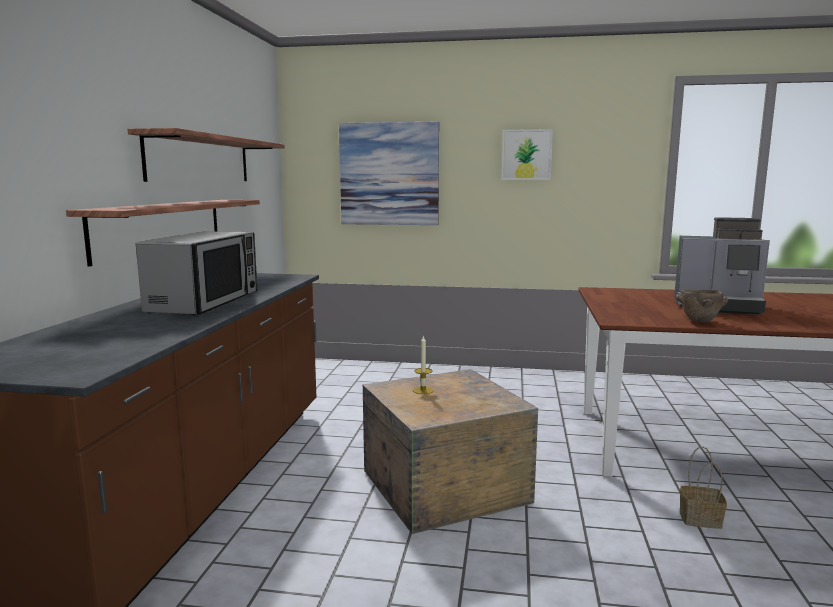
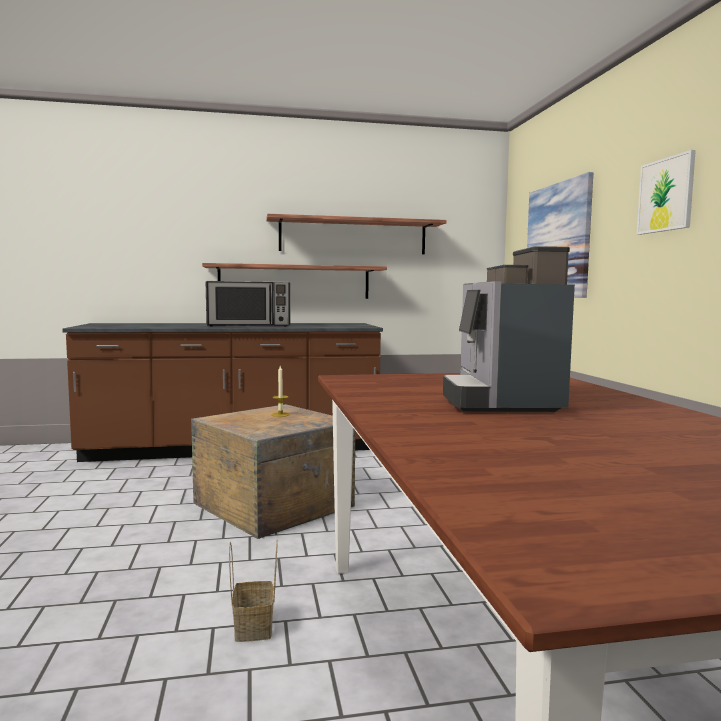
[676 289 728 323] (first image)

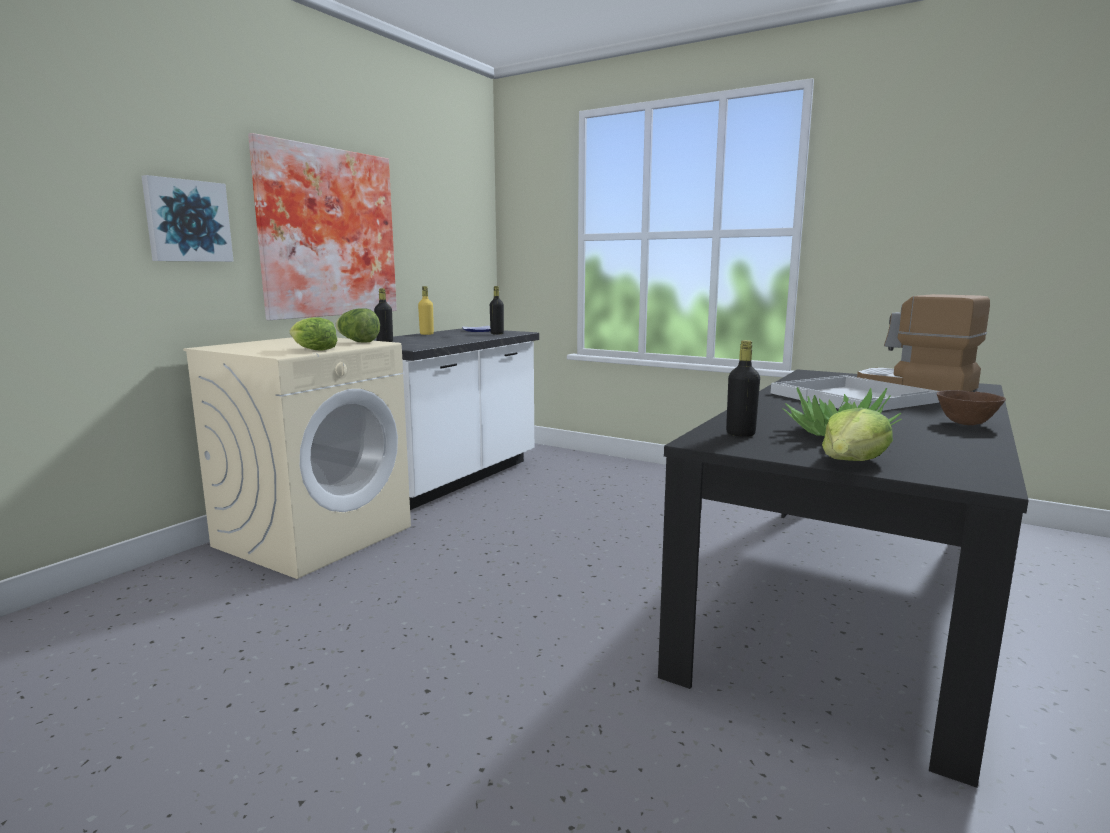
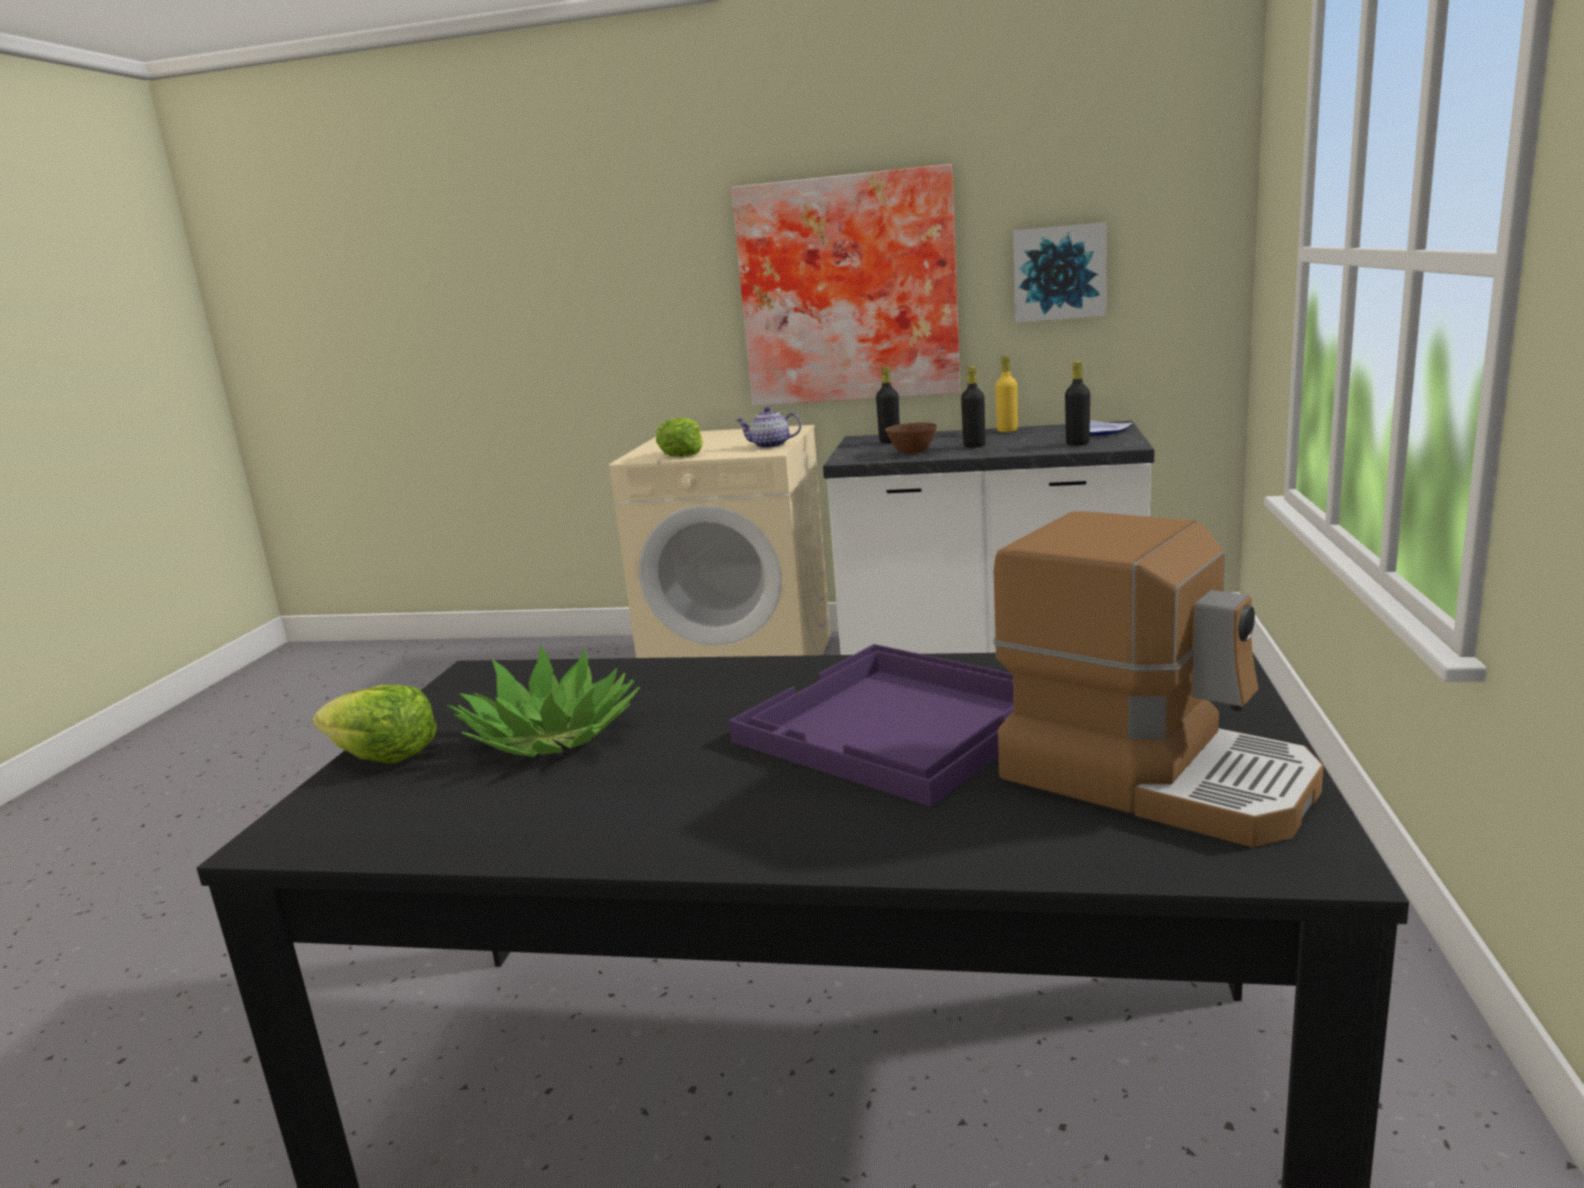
[1013 222 1107 323]
[994 511 1324 847]
[736 407 801 448]
[961 366 985 448]
[729 644 1014 807]
[885 422 937 454]

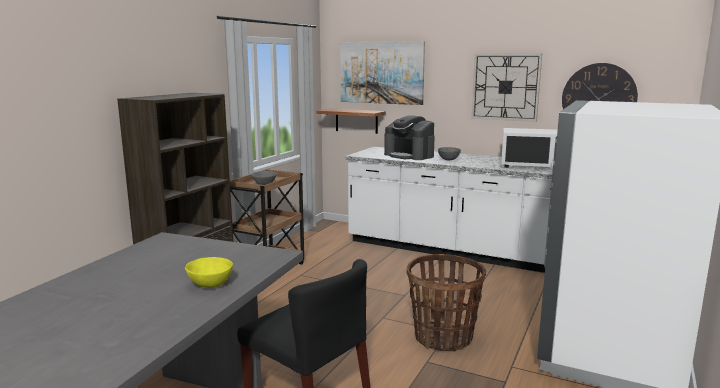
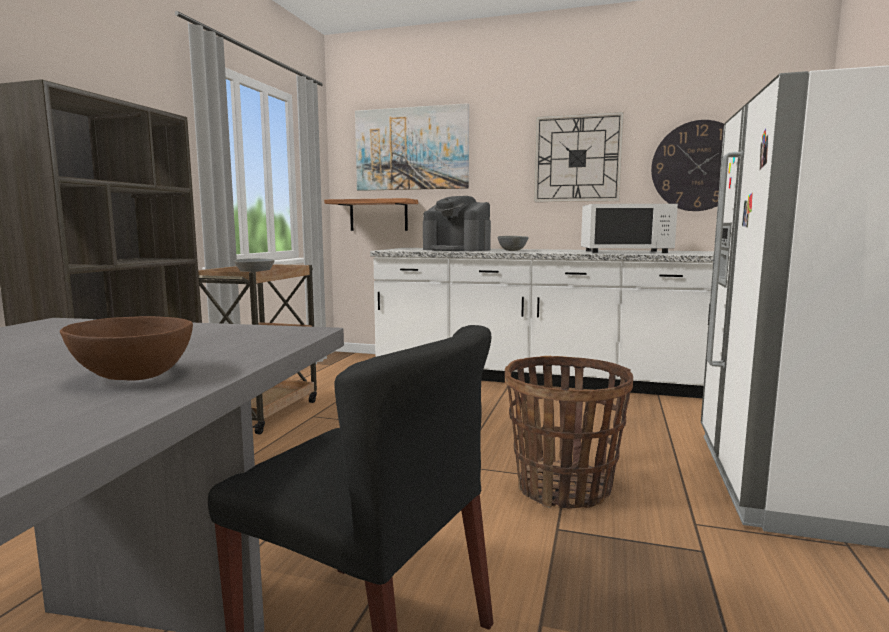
[60 316 193 380]

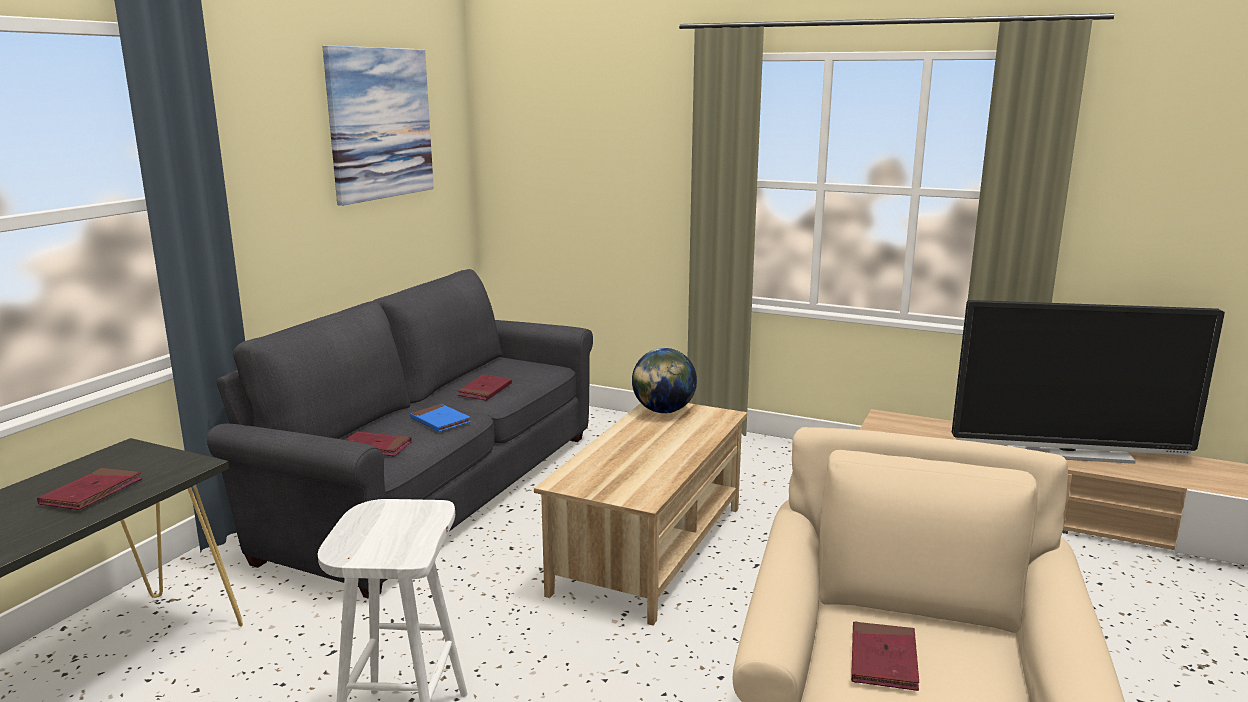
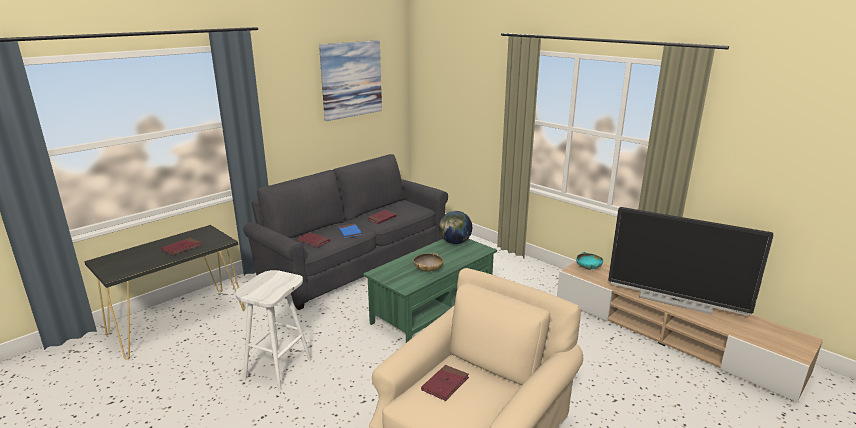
[363 239 497 343]
[576 252 603 270]
[413 253 443 272]

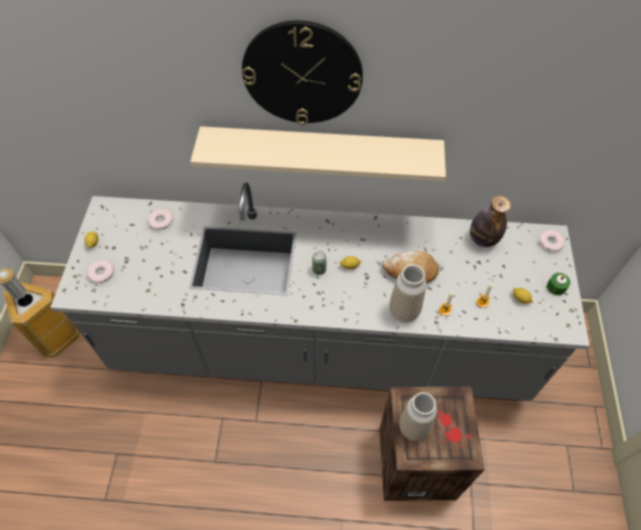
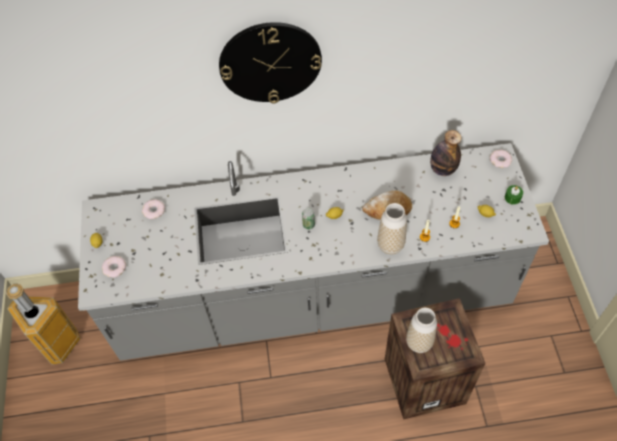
[190 126 446 181] (first image)

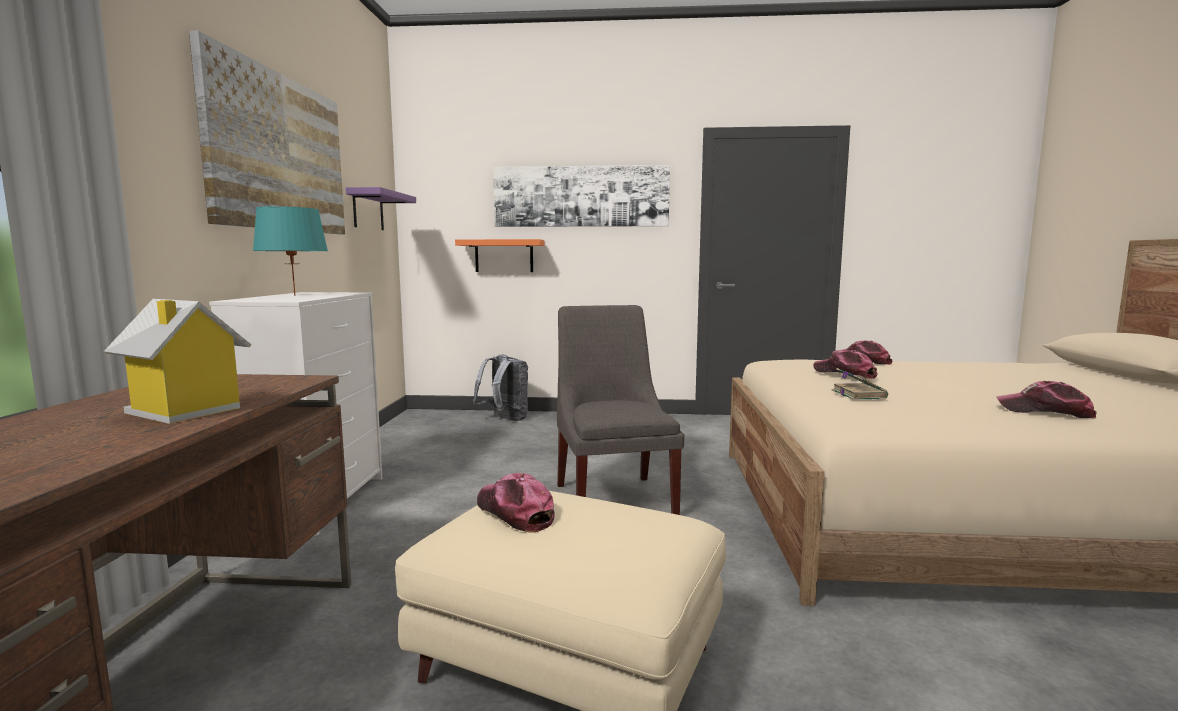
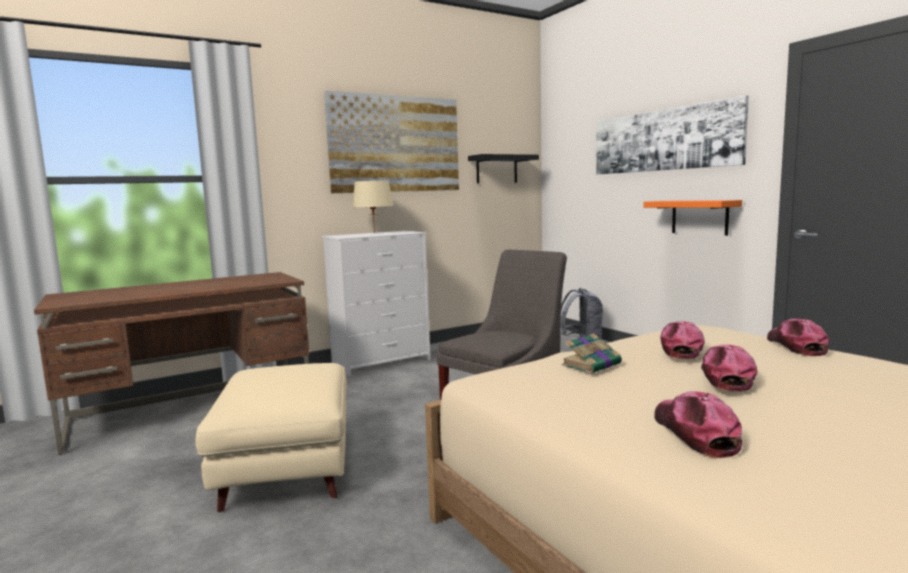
[468 154 539 183]
[353 181 394 234]
[643 200 742 236]
[104 299 251 424] (first image)
[701 344 757 391]

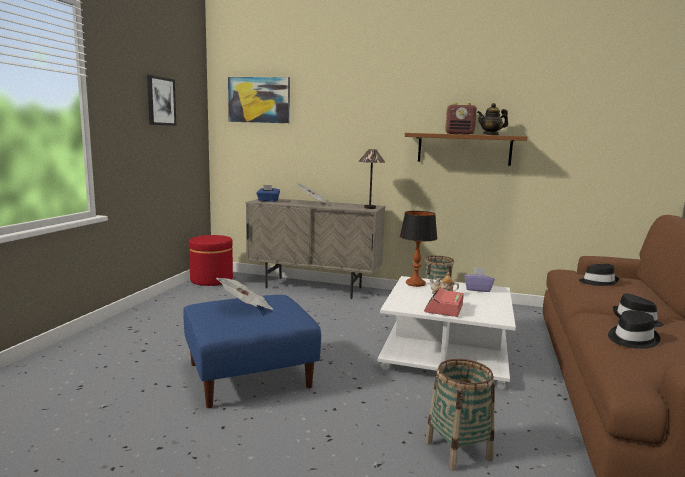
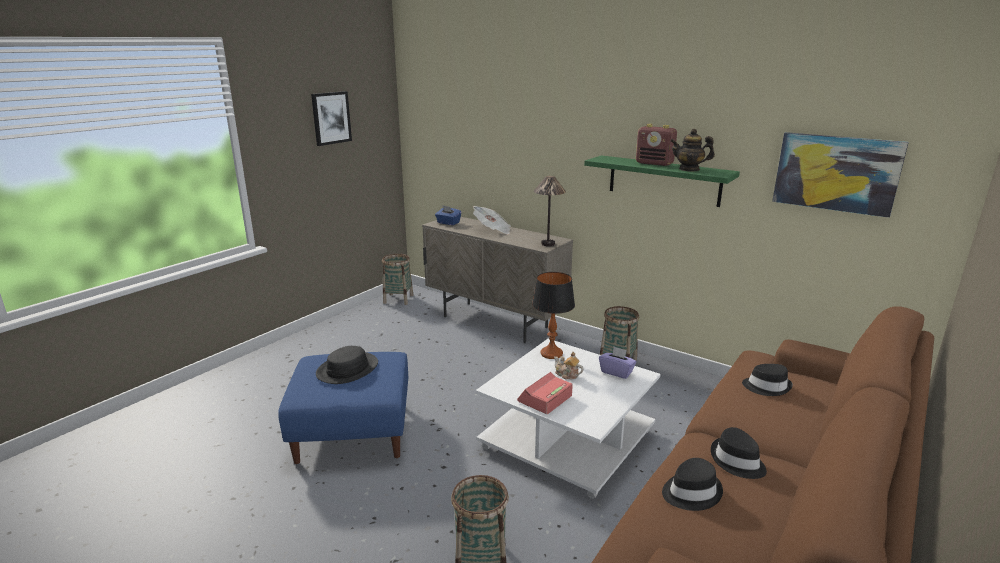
[772 132 909 218]
[584 155 740 207]
[382 254 414 305]
[316 346 378 384]

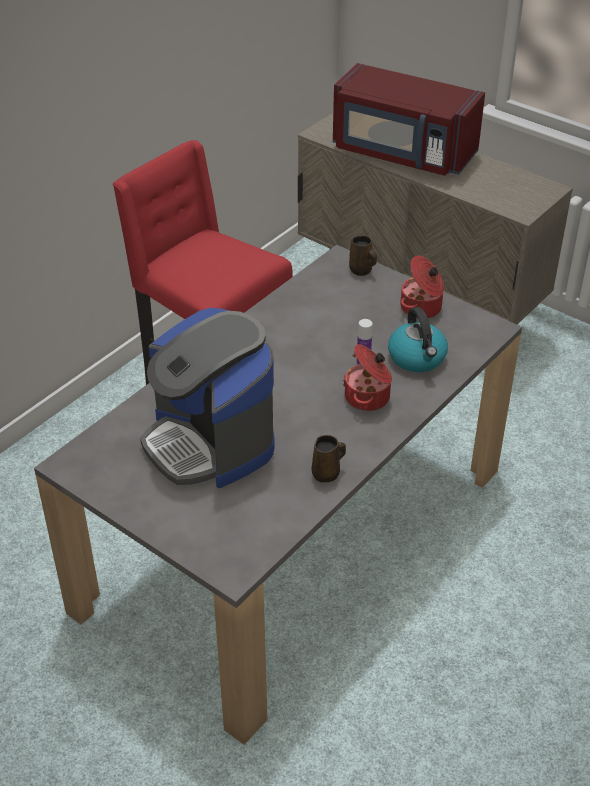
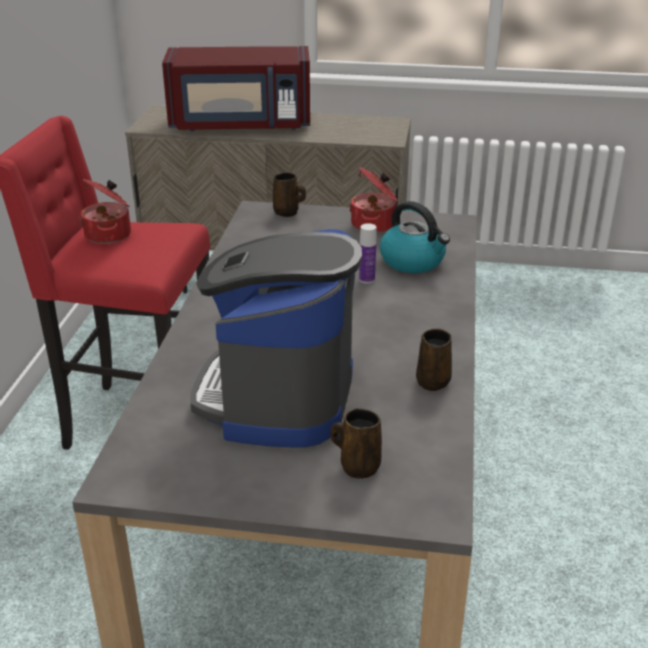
[190 229 362 448]
[79 179 131 244]
[331 408 382 478]

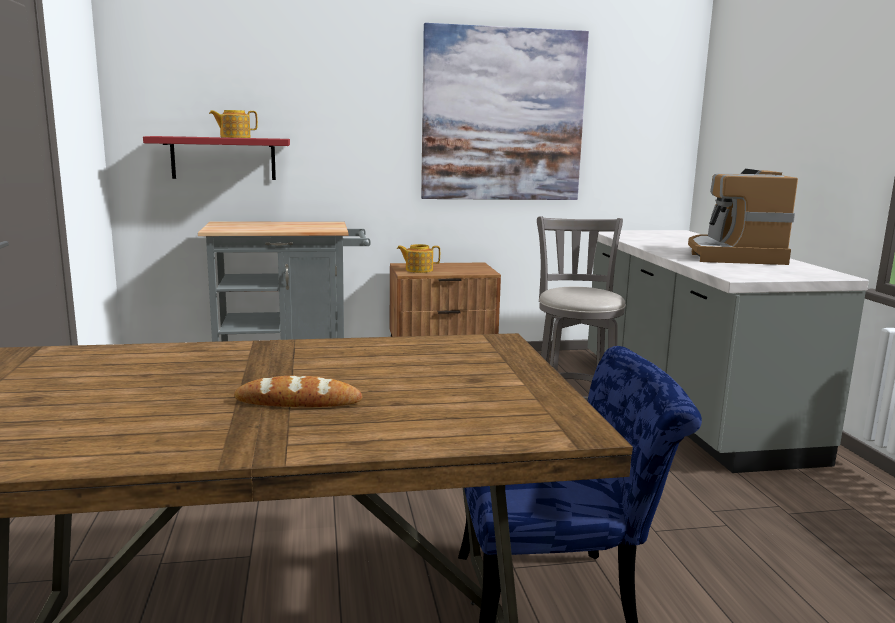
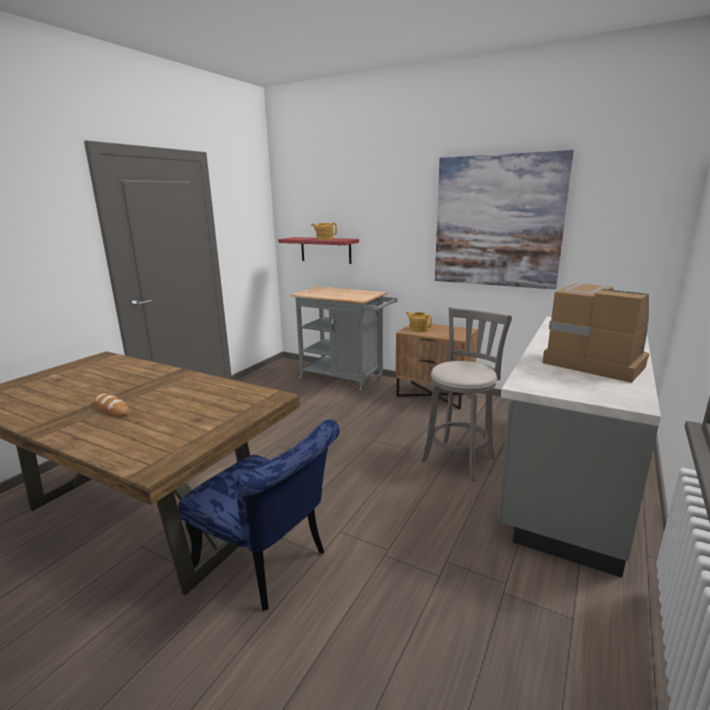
[542 283 649 383]

